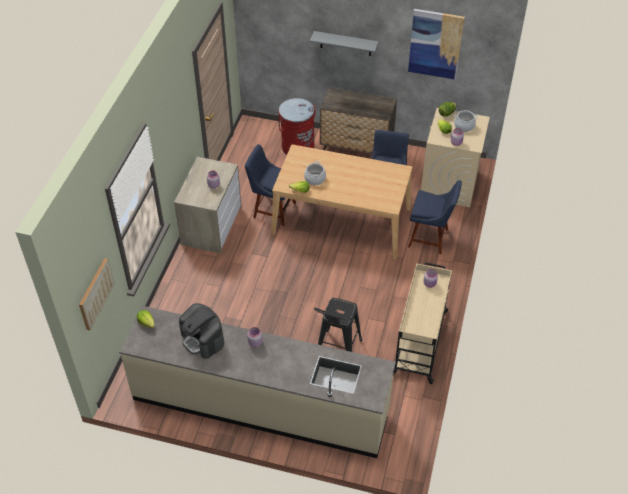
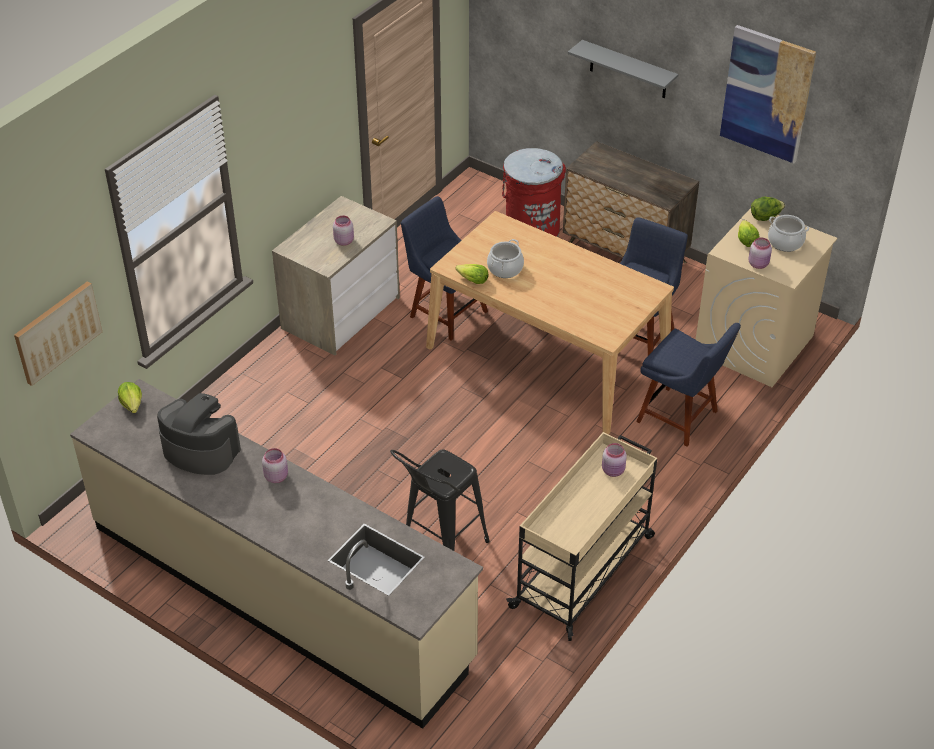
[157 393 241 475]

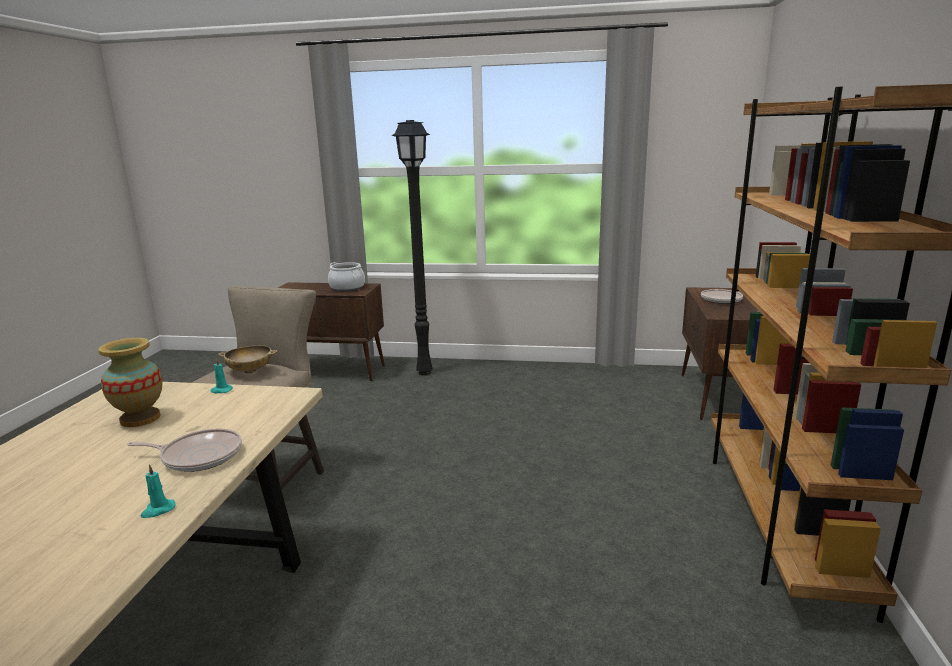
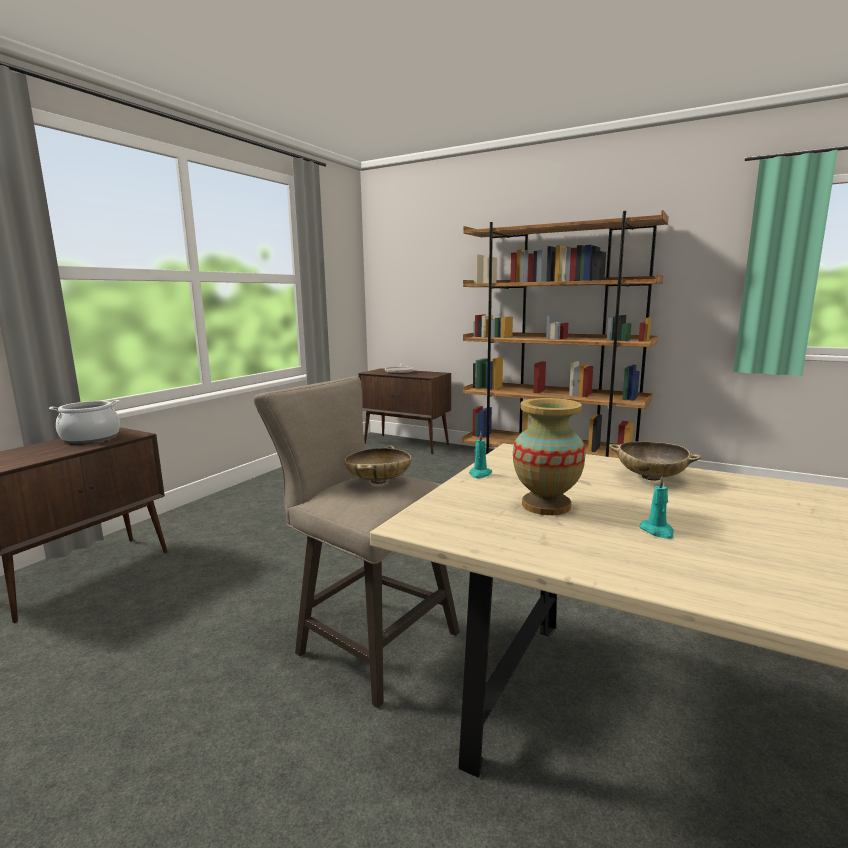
[392 120 433 375] (first image)
[609 441 702 481]
[639 476 674 539]

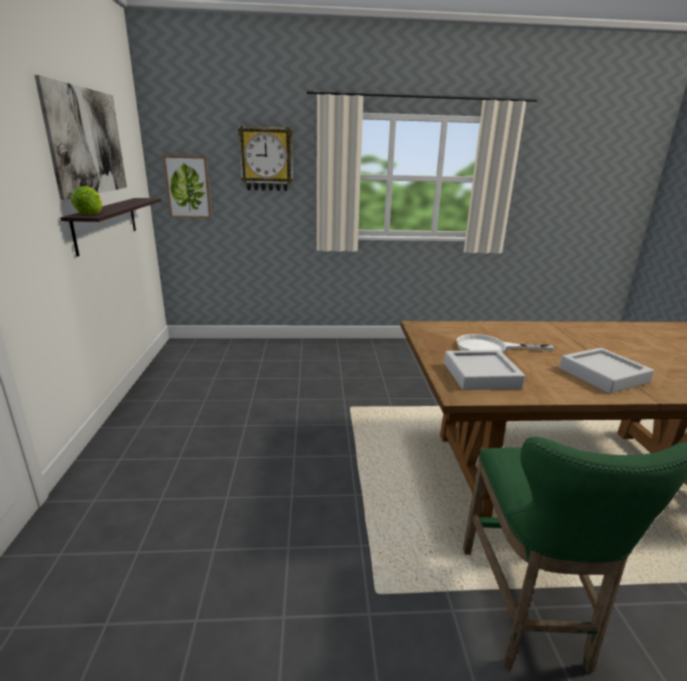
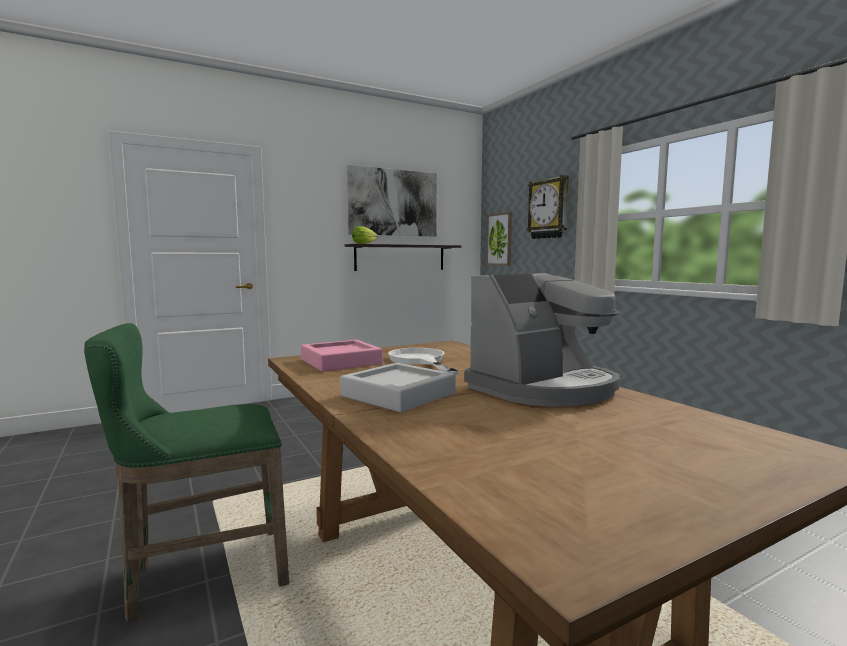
[301 340 383 372]
[464 273 620 407]

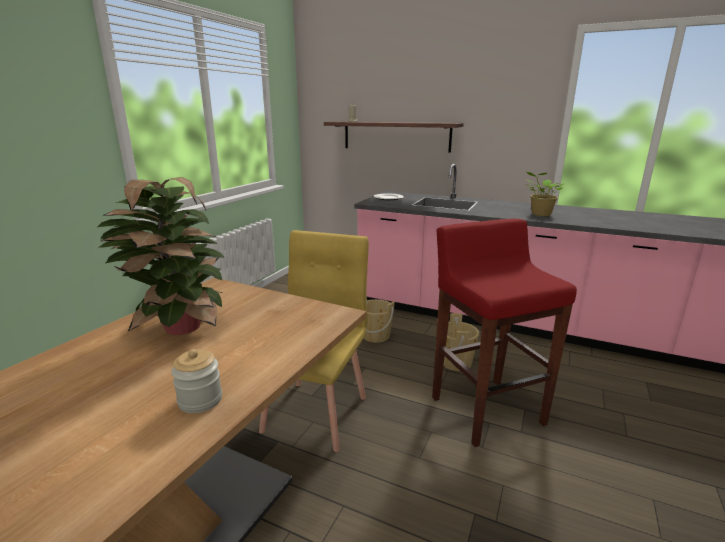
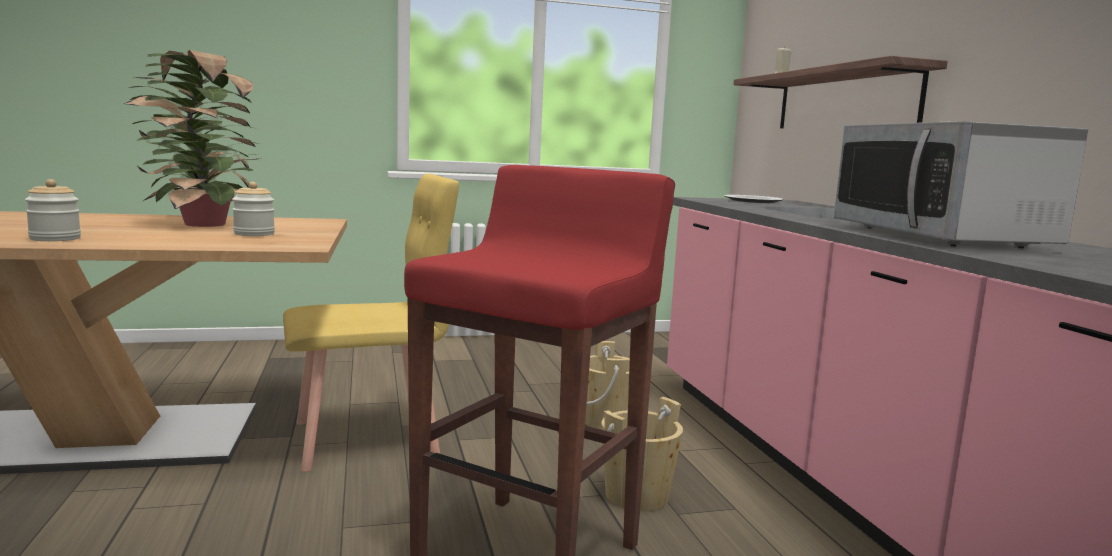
[834 121 1088 248]
[232 182 275 236]

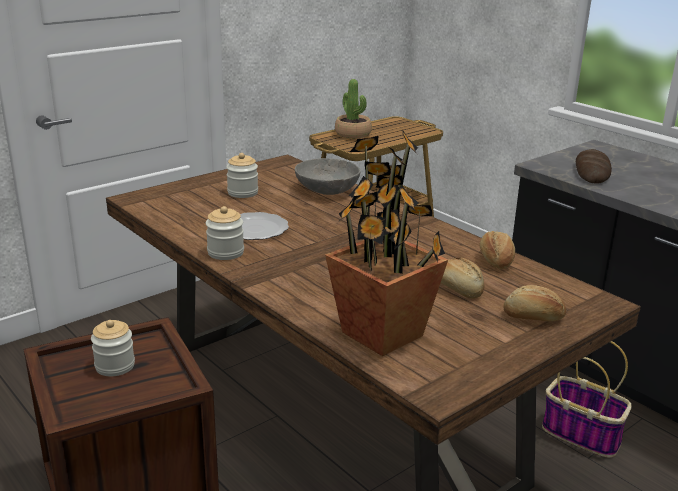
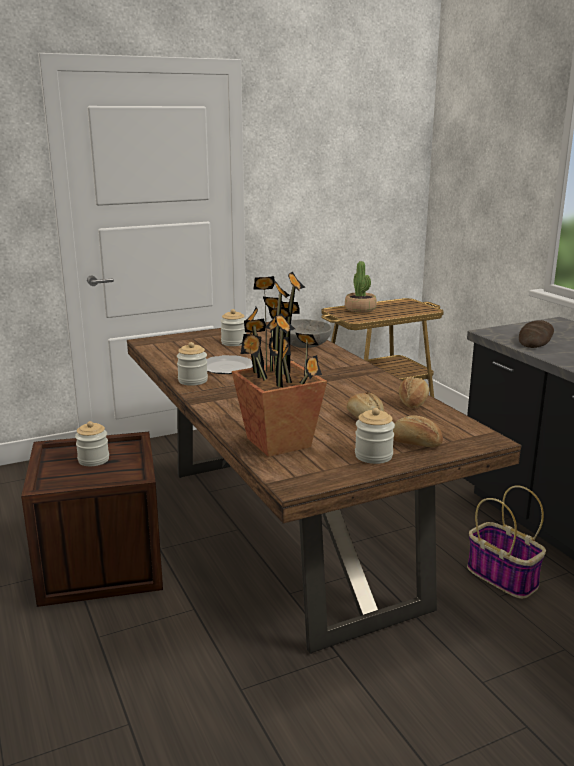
[355 408 395 464]

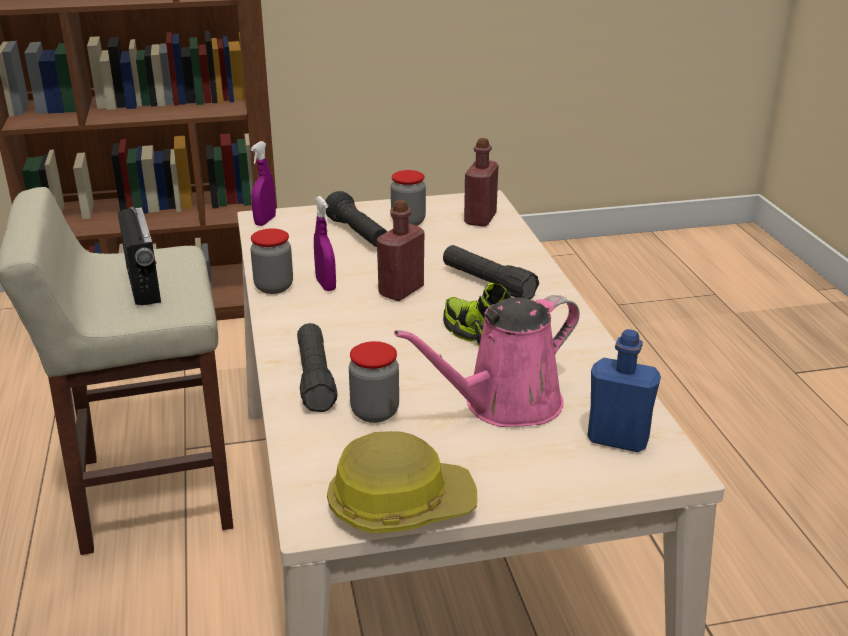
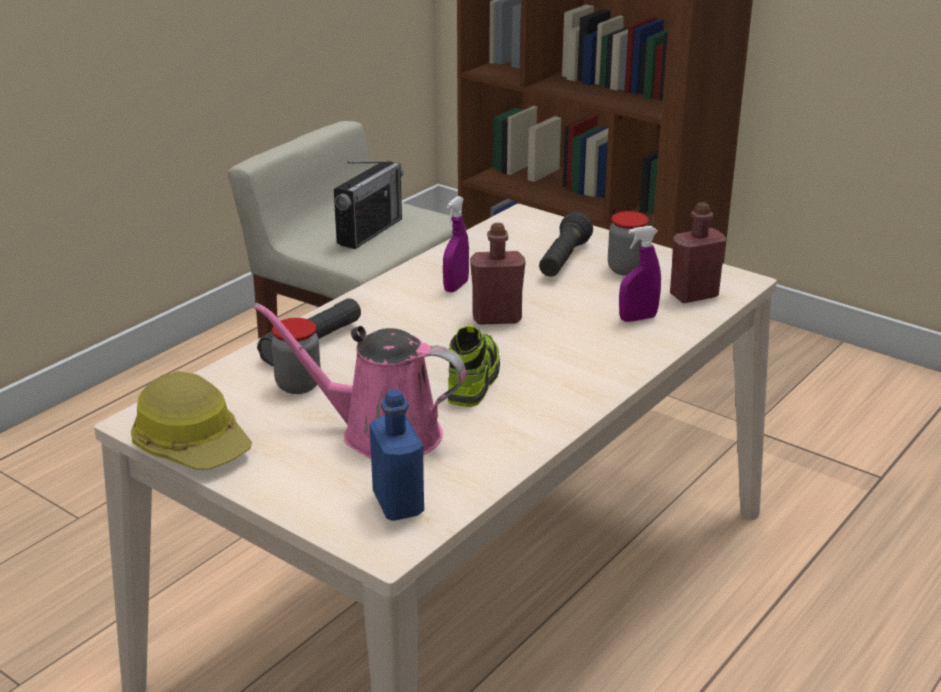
[619 226 661 322]
[250 228 293 294] (first image)
[443 245 539 299] (first image)

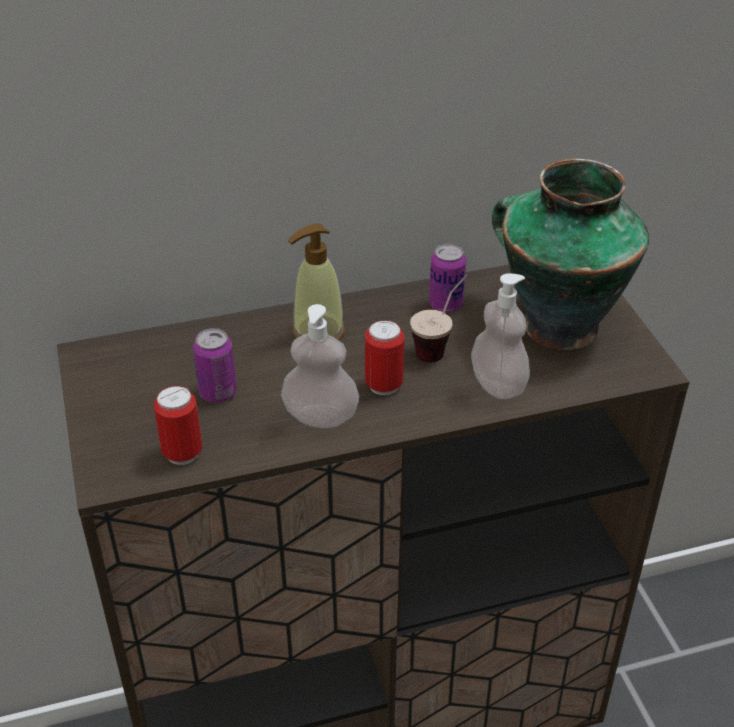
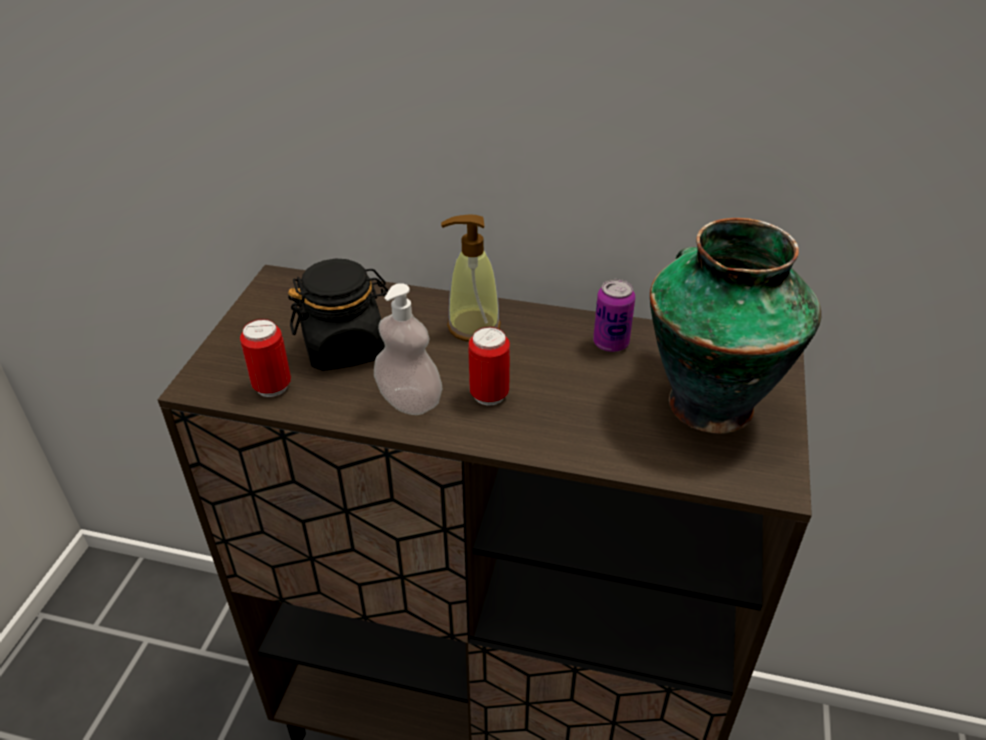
[471 273 530 399] (first image)
[410 274 468 363] (first image)
[288 259 389 371]

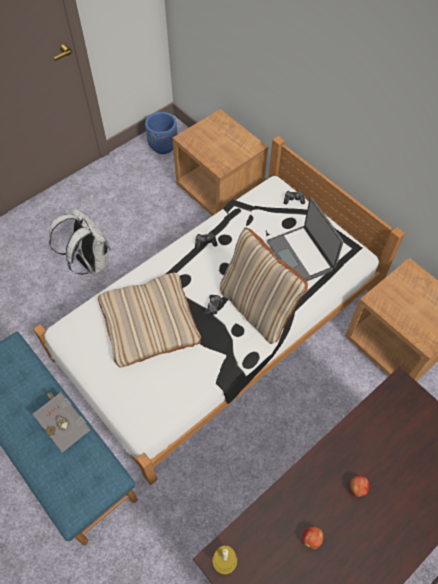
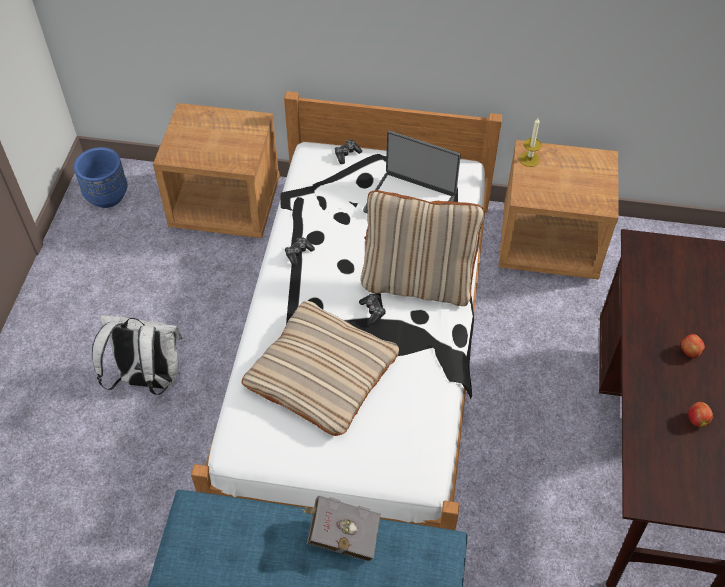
[519 118 542 167]

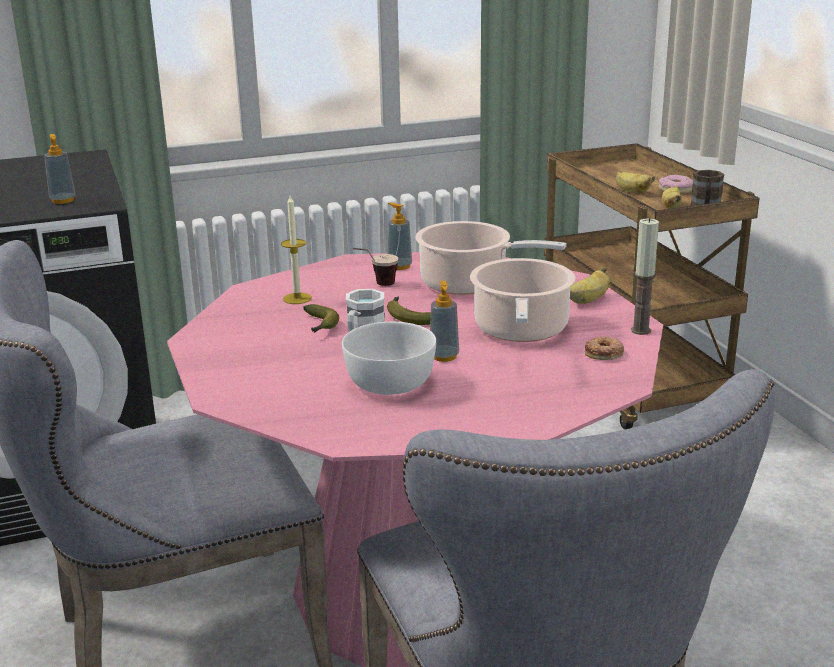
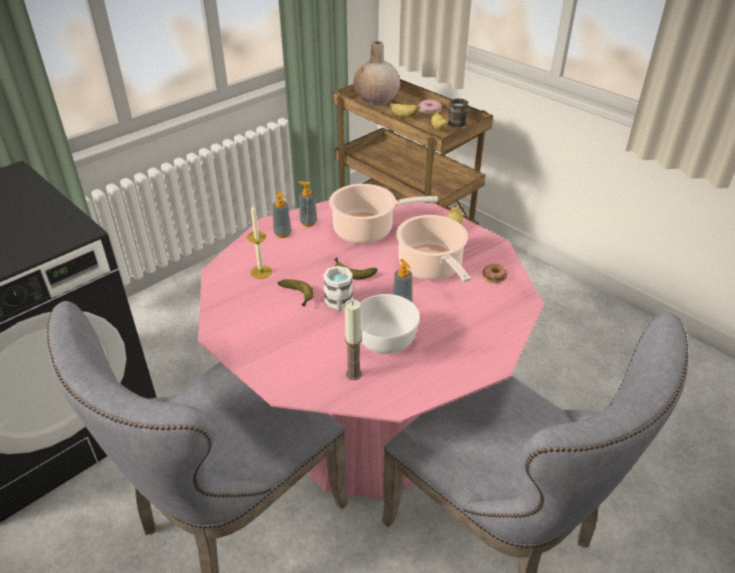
[272 191 292 238]
[345 299 362 380]
[353 248 398 286] (first image)
[353 41 400 106]

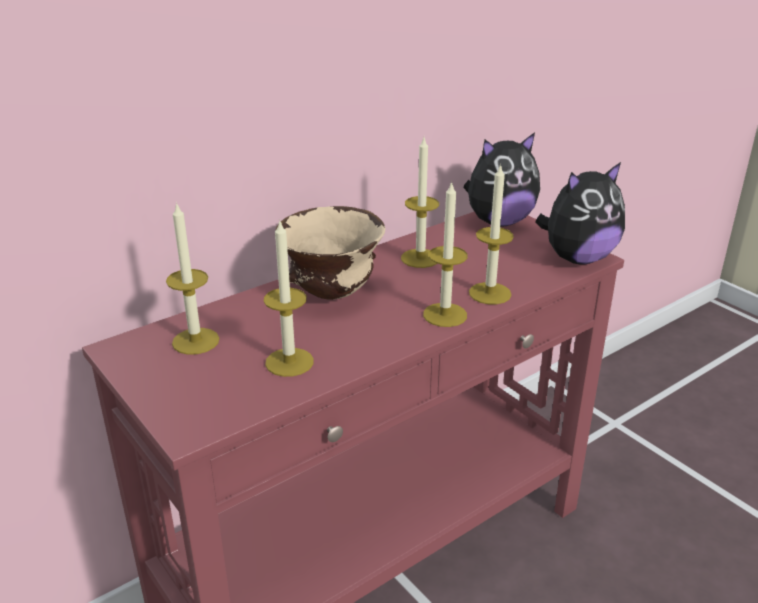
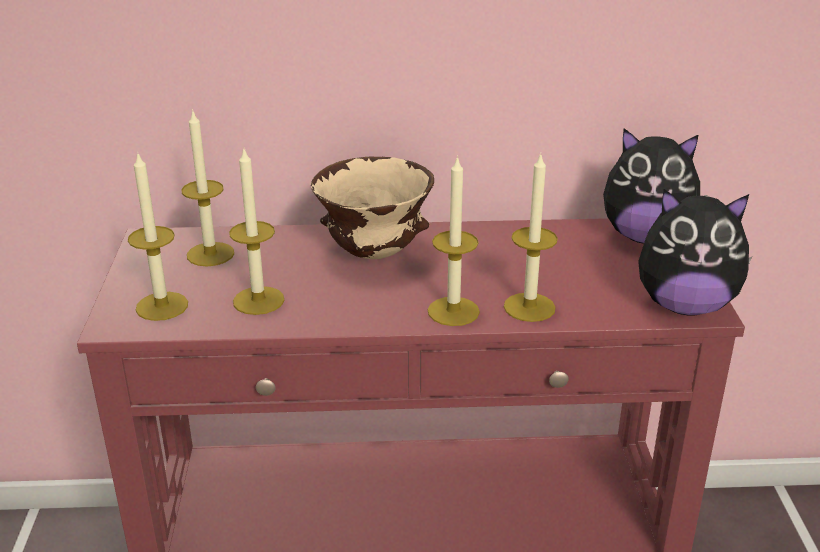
[128 151 188 321]

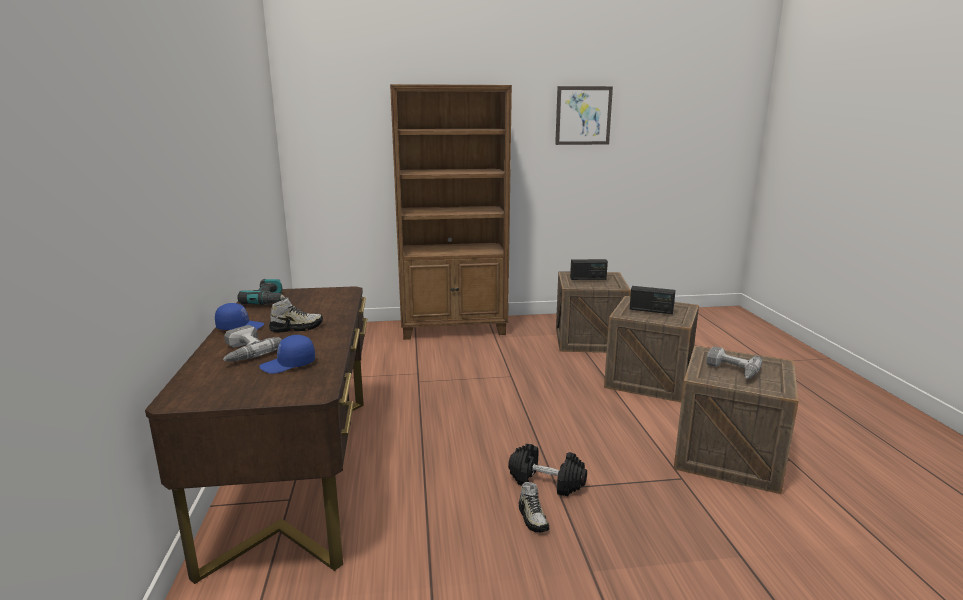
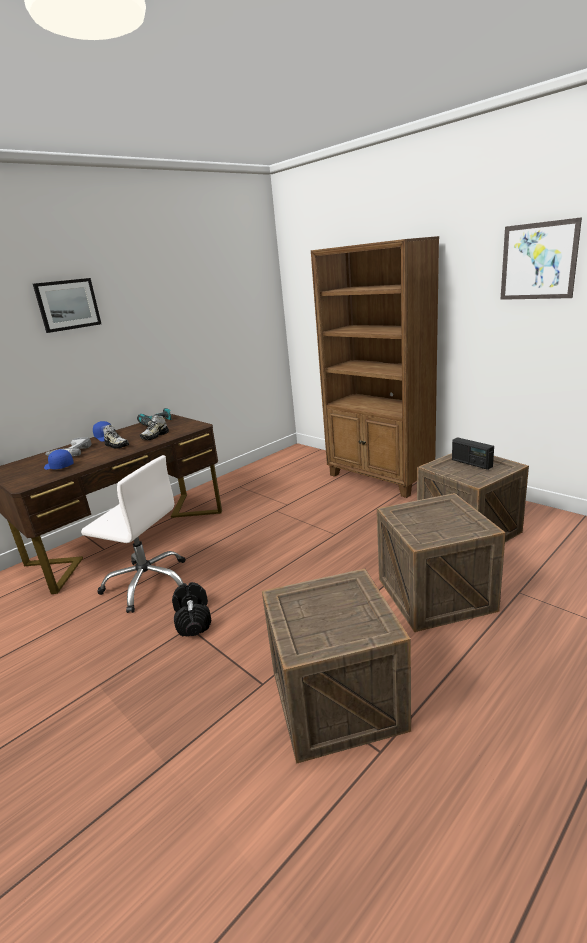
[630 286 676 314] (first image)
[706 346 762 379] (first image)
[140 415 169 440]
[33 278 101 333]
[81 455 188 613]

